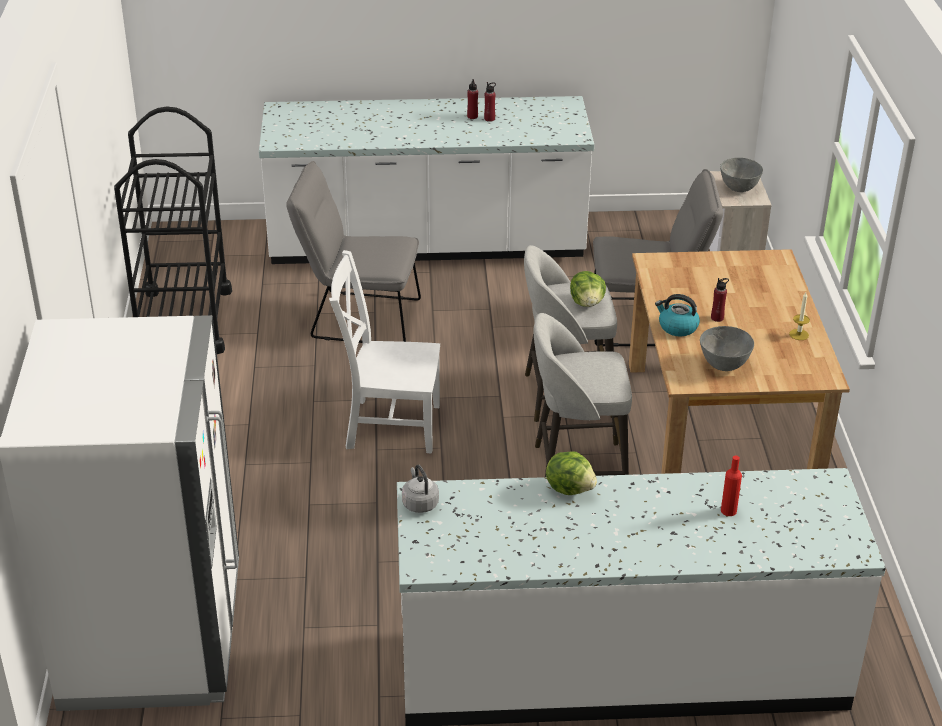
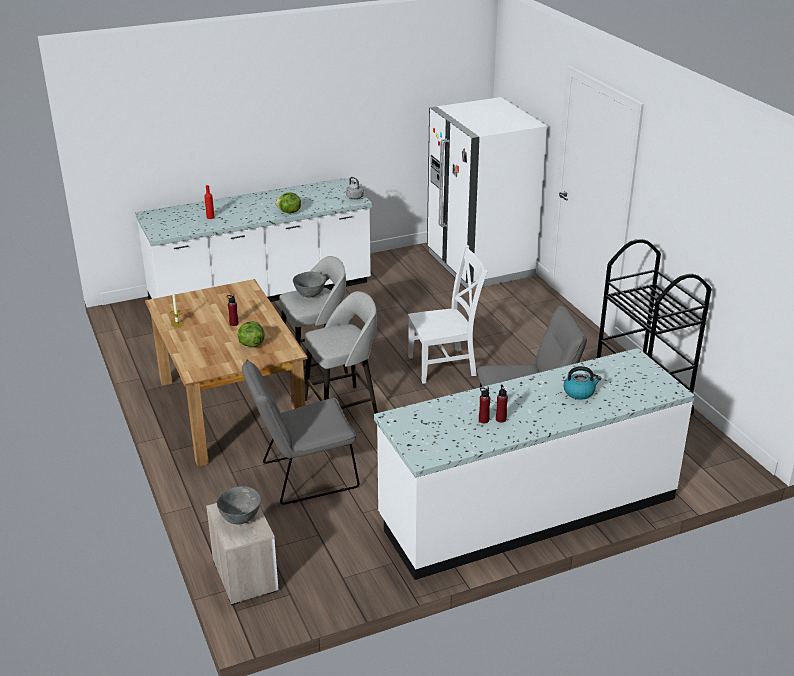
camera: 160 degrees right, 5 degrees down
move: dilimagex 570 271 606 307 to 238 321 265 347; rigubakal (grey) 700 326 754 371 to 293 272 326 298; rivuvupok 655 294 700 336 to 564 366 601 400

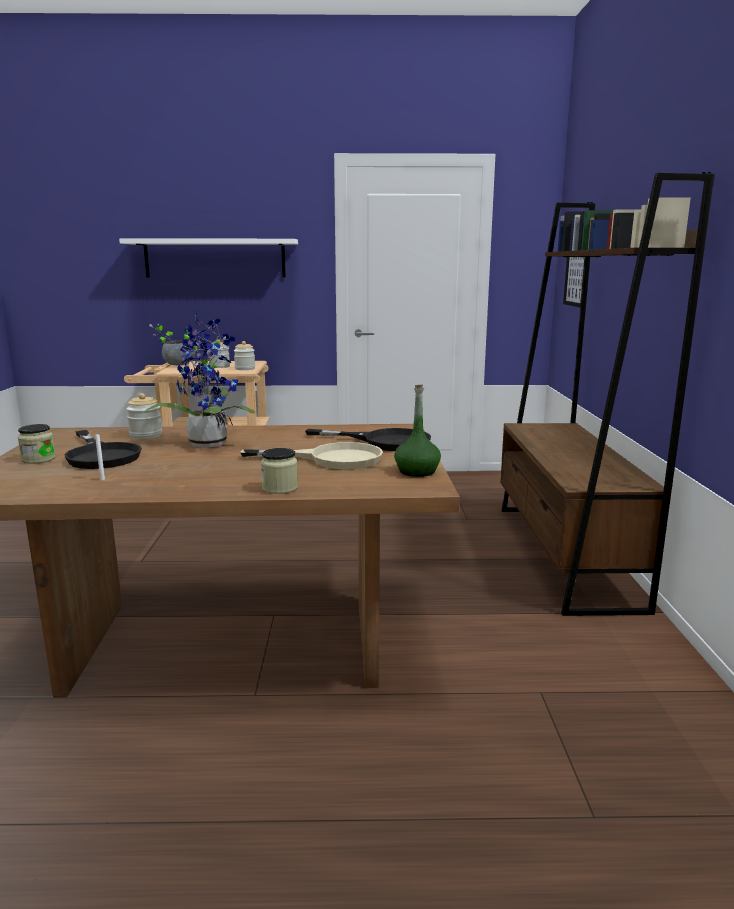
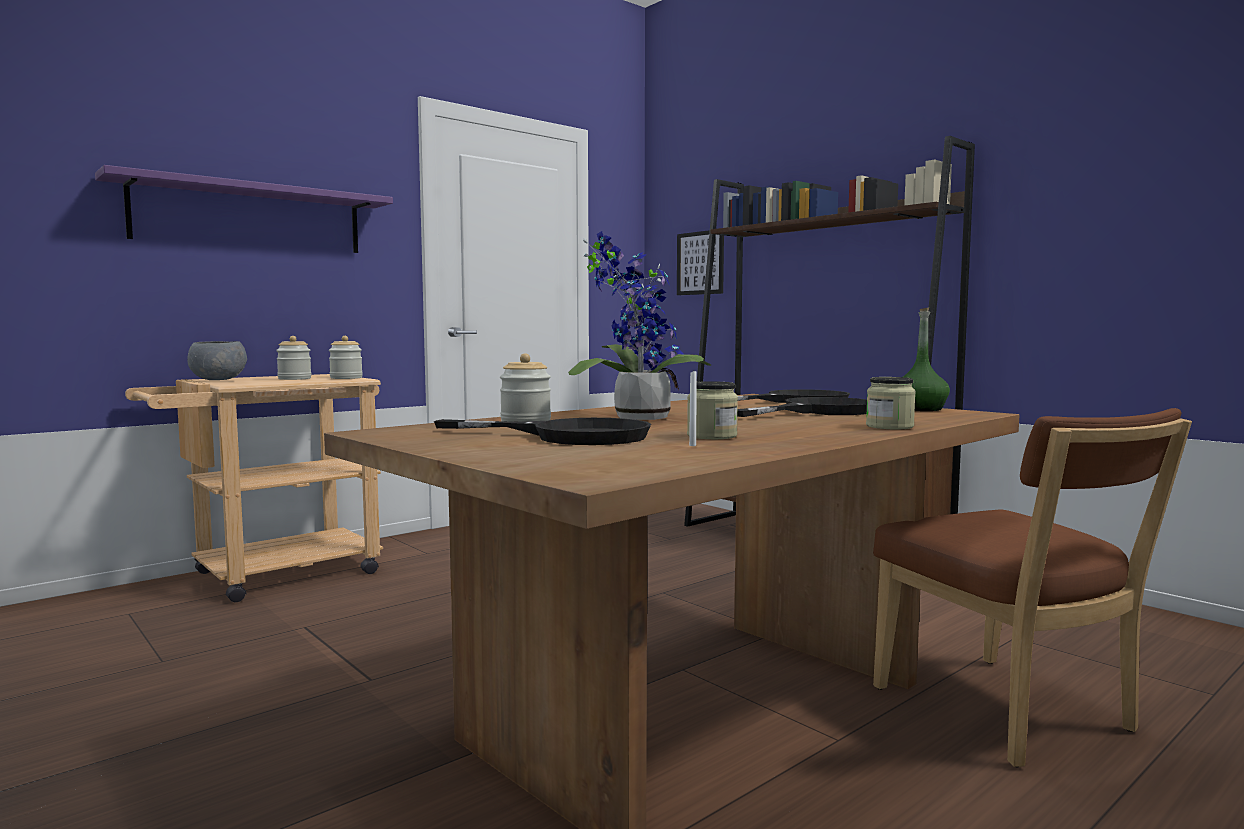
camera: 40 degrees left, 10 degrees down
insert: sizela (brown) 873 408 1192 767
move: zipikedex 18 424 56 464 to 687 381 738 439
recolor: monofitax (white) 119 239 298 277 to monofitax (purple) 95 165 393 253; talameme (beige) 240 442 383 469 to talameme (black) 737 397 867 417

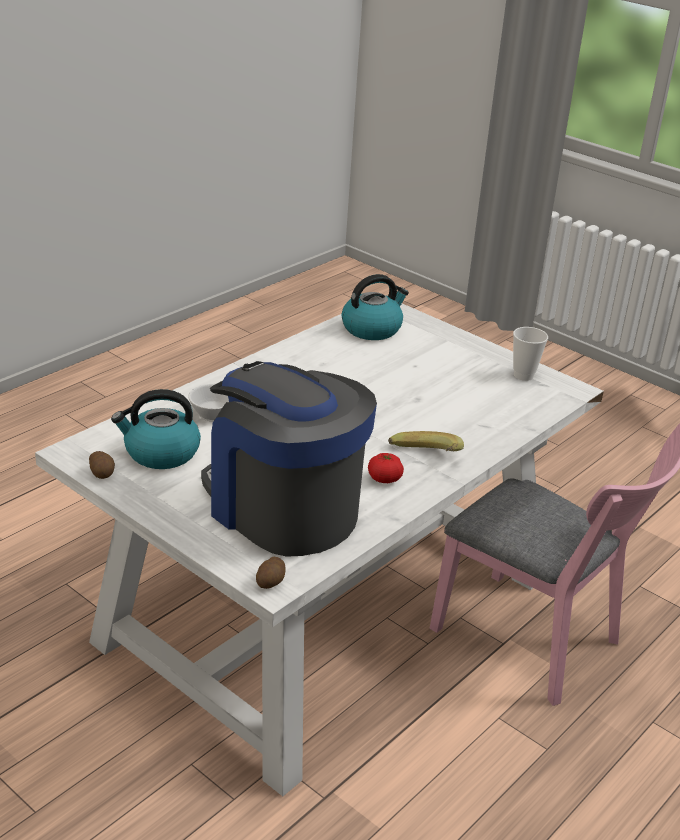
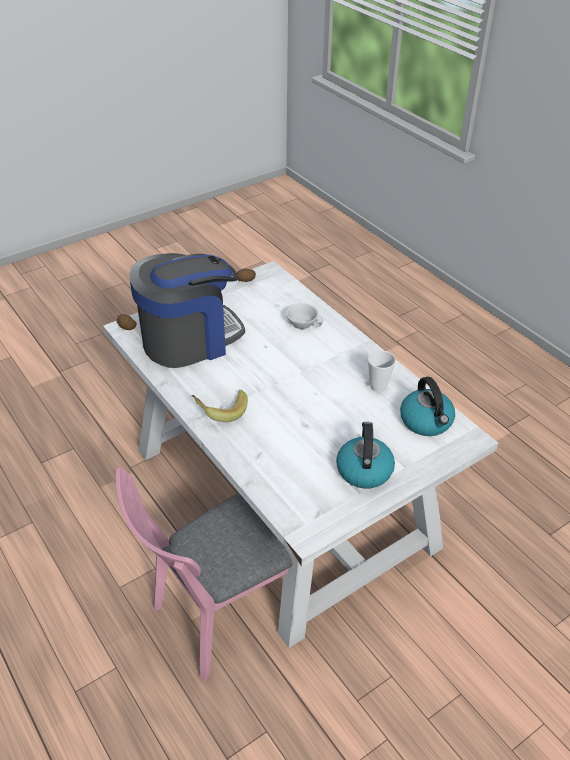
camera: 105 degrees right, 10 degrees up
delete: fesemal 368 453 404 483
move: rivuvupok 111 389 201 469 to 336 422 395 489; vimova 513 327 548 381 to 368 350 396 392

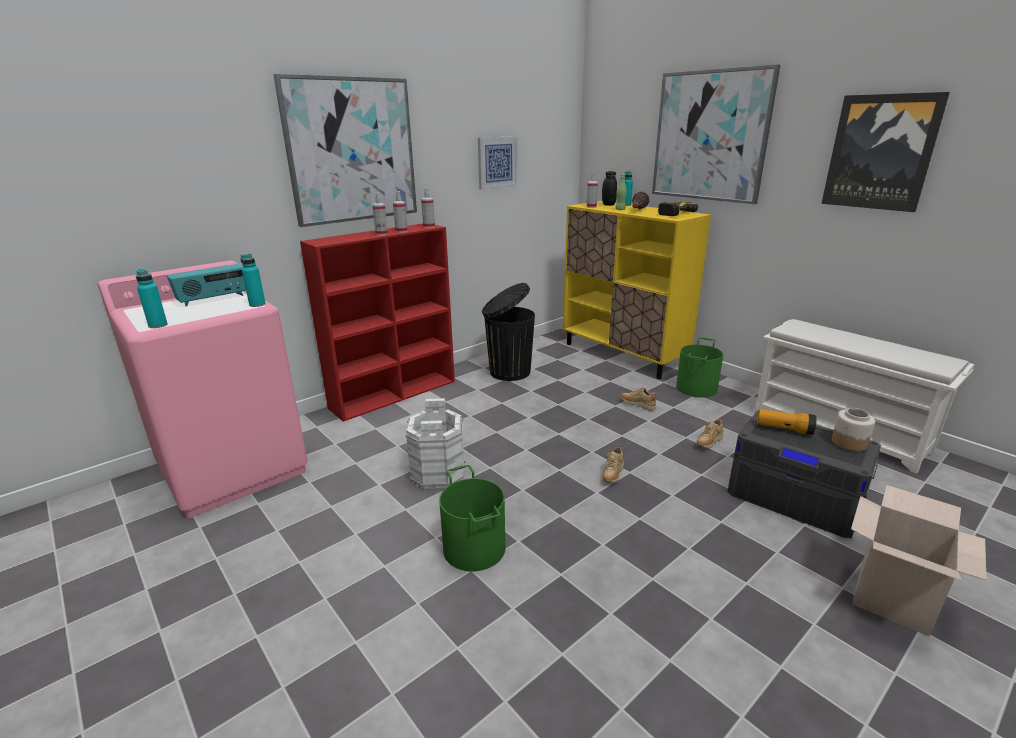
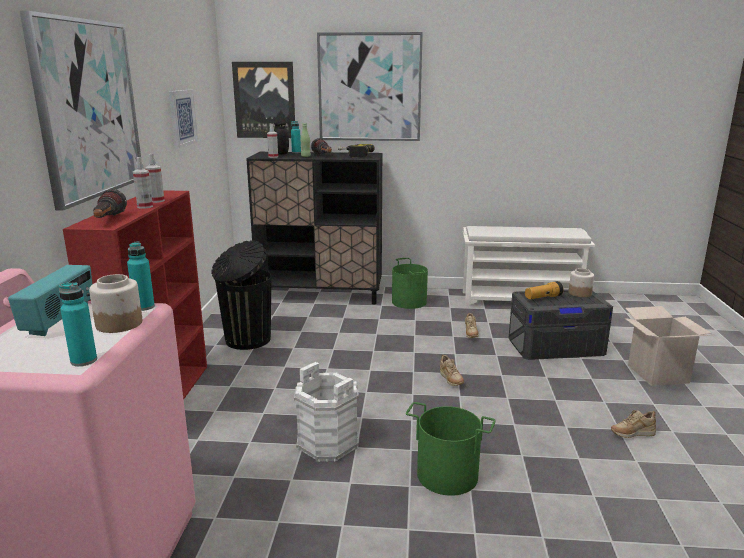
camera: 45 degrees left, 5 degrees down
delete: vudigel 421 188 435 228
insert: zipikedex 89 274 142 333; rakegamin 93 189 127 218
move: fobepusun 821 92 950 212 to 232 62 295 138; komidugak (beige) 621 387 656 411 to 611 410 656 438
recolor: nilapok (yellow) 563 201 711 379 to nilapok (black) 246 152 383 304

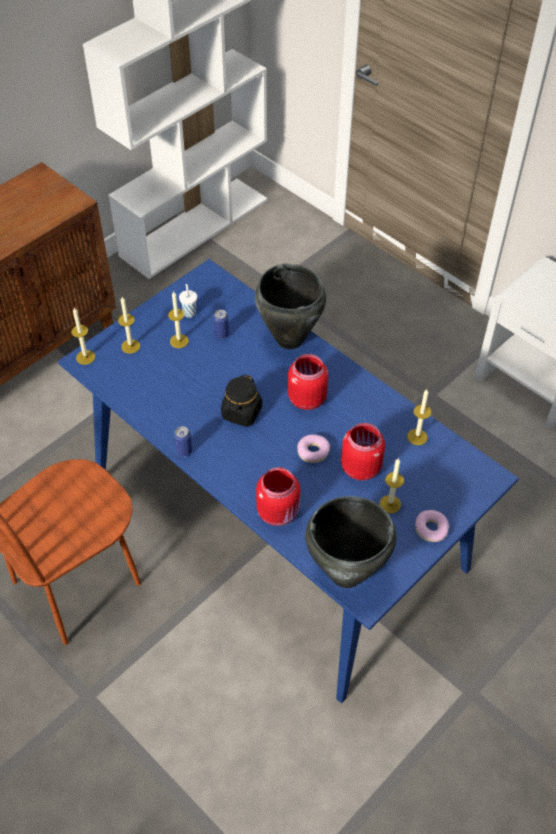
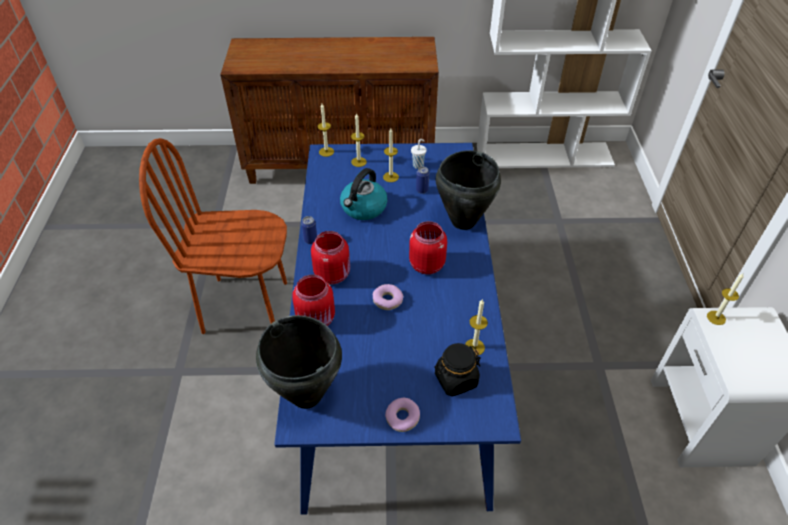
camera: 45 degrees right, 5 degrees down
insert: rivuvupok 340 168 388 220
move: zipikedex (red) 341 423 385 480 to 311 231 350 285; zipikedex (black) 221 374 262 427 to 434 343 481 397; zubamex 380 458 404 513 to 707 274 744 325

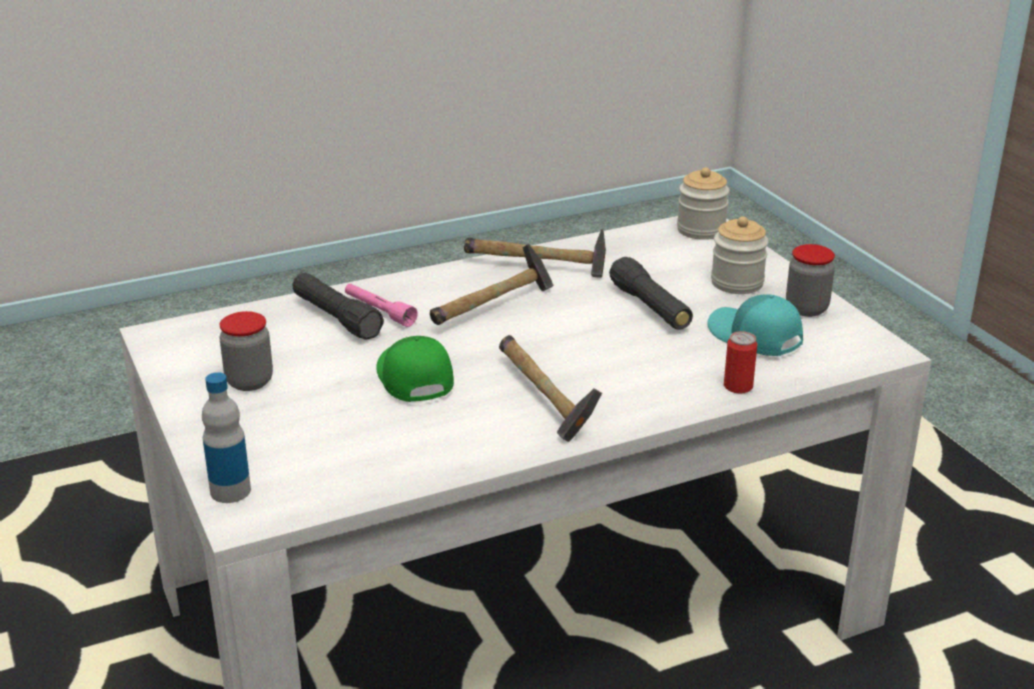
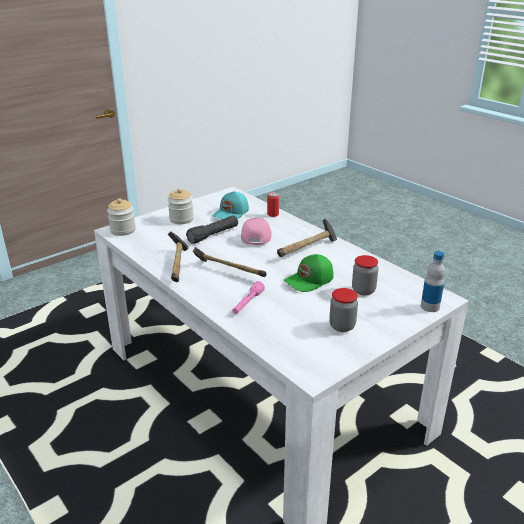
camera: 105 degrees left, 0 degrees up
delete: rakegamin (black) 292 273 384 339
insert: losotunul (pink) 241 218 272 245
move: zipikedex 786 244 835 317 to 352 255 378 295

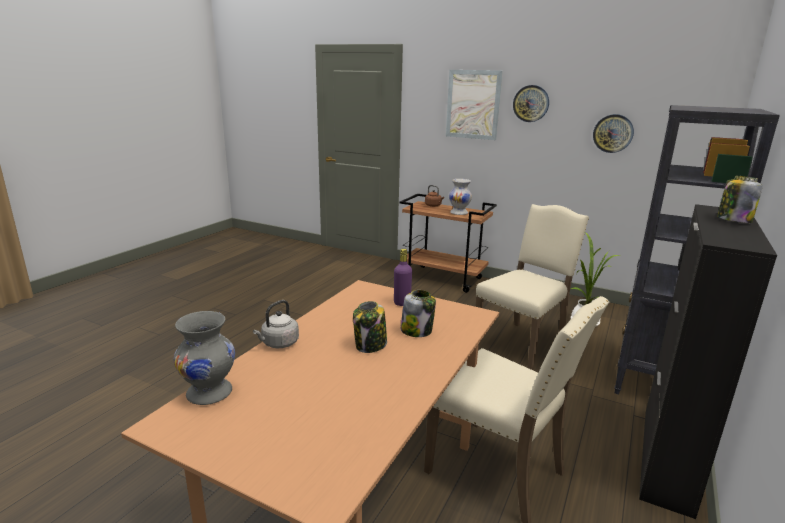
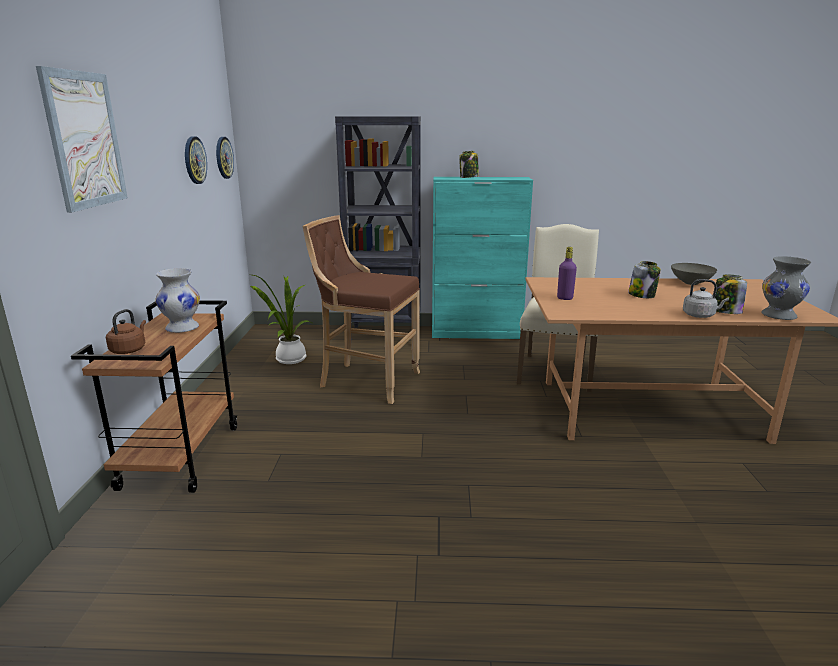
camera: 115 degrees left, 0 degrees up
insert: rigubakal (grey) 671 263 717 285
move: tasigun 513 85 549 122 to 216 137 234 179; zipikedex 401 290 436 337 to 715 274 747 314
replace: sizela (beige) 475 204 589 370 to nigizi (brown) 303 215 420 404
recolor: nilapok (black) 639 204 777 519 to nilapok (turquoise) 432 177 533 339

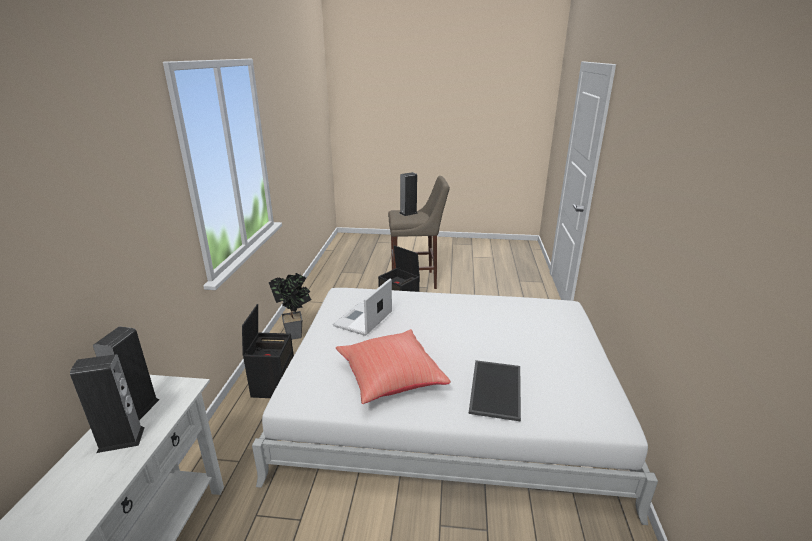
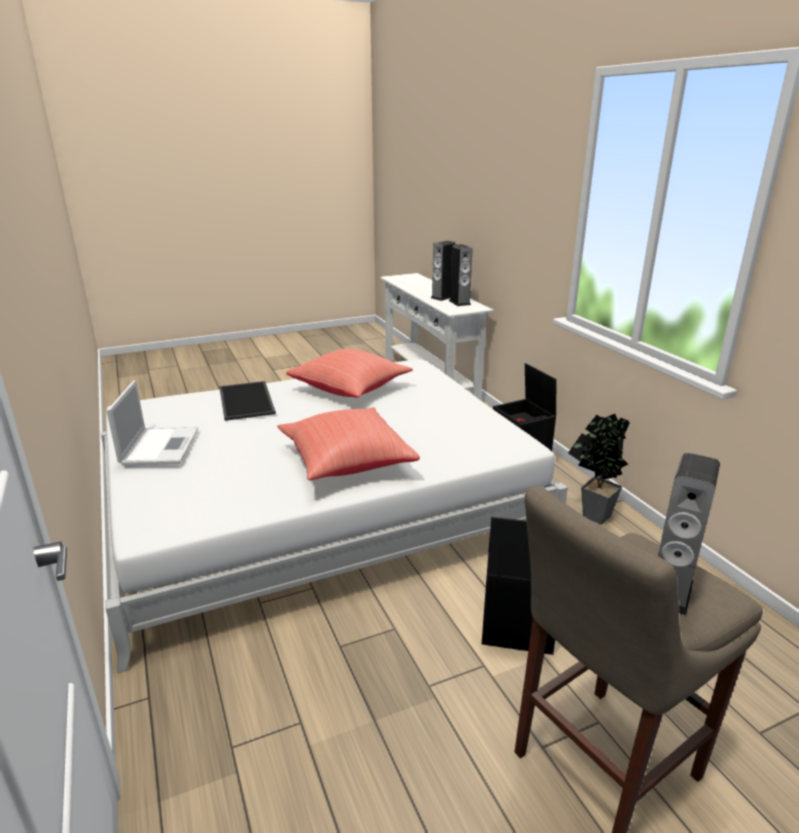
camera: 150 degrees right, 0 degrees up
insert: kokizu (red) 277 407 420 480
move: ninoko 333 279 392 336 to 107 380 198 465

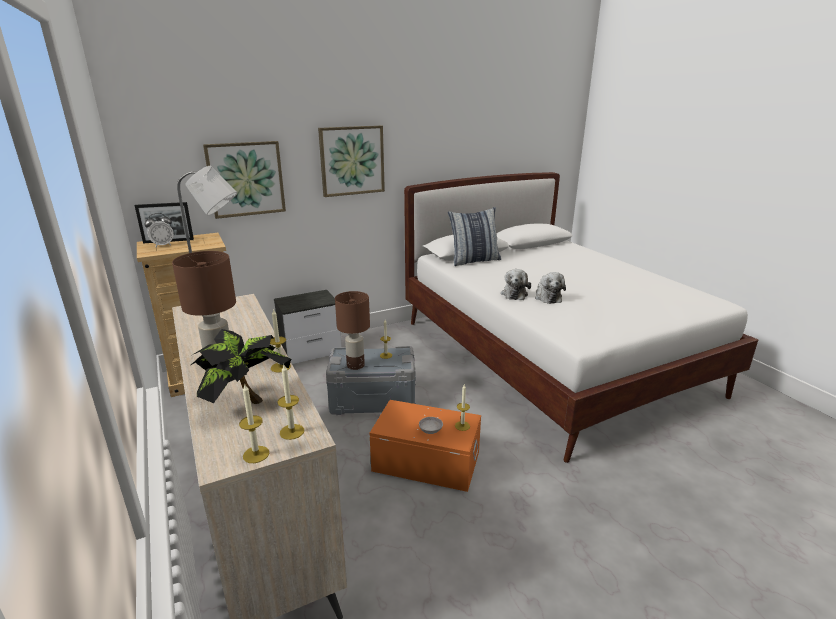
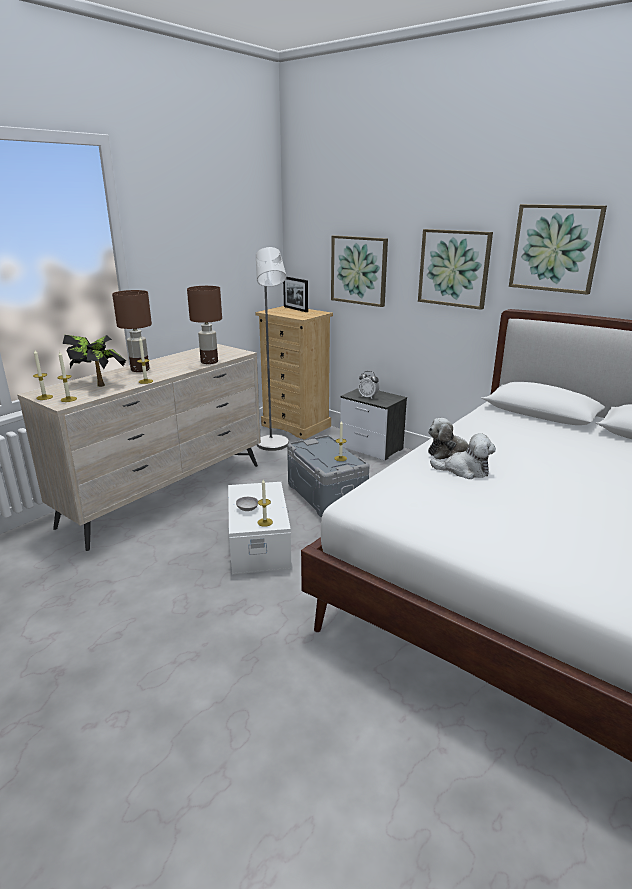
camera: 65 degrees right, 0 degrees up
delete: kokizu 448 207 501 266
insert: fobepusun 509 204 607 295
move: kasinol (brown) 335 291 370 370 to 187 286 222 364; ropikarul 144 213 174 247 to 358 371 379 399
recolor: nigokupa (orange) 370 400 481 492 to nigokupa (white) 228 482 291 574
rotate: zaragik 535 272 566 304 = 430 433 496 479 135 degrees counterclockwise

